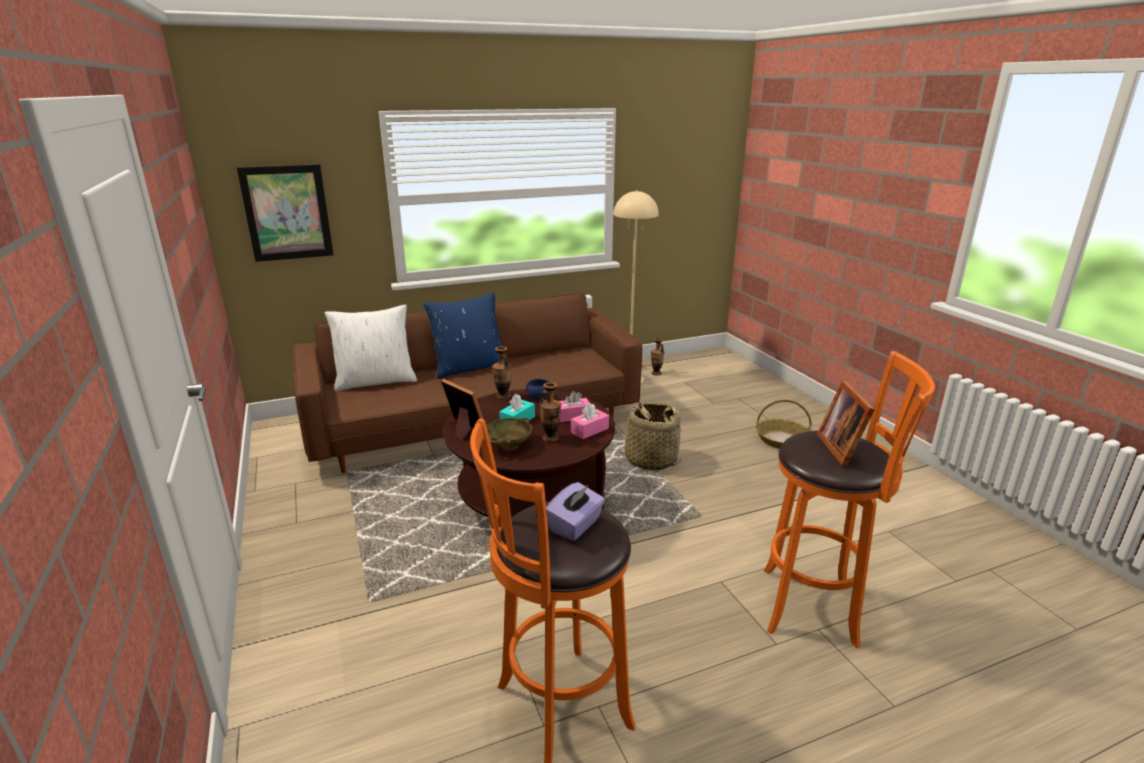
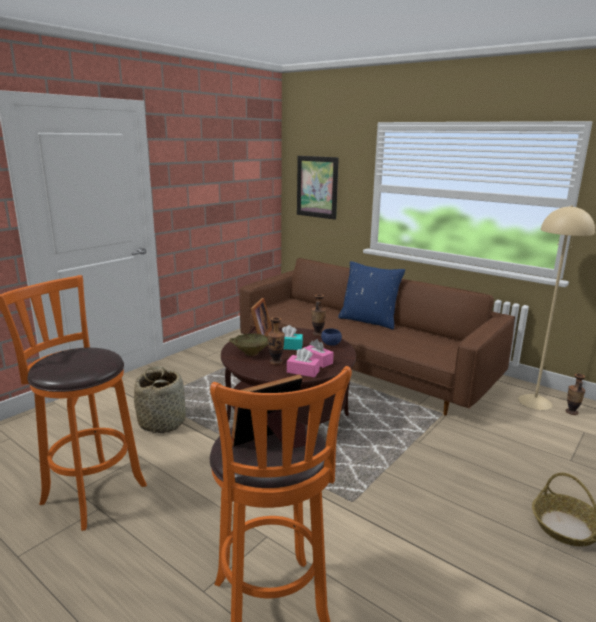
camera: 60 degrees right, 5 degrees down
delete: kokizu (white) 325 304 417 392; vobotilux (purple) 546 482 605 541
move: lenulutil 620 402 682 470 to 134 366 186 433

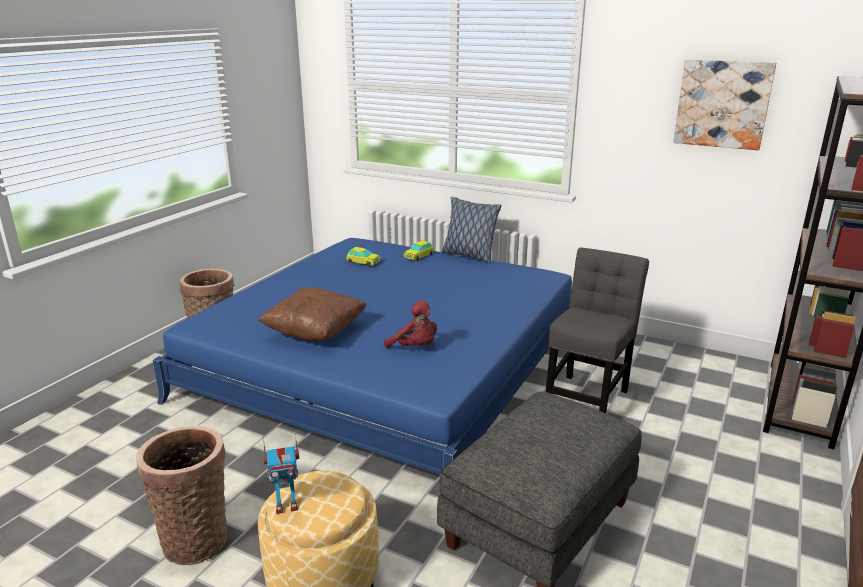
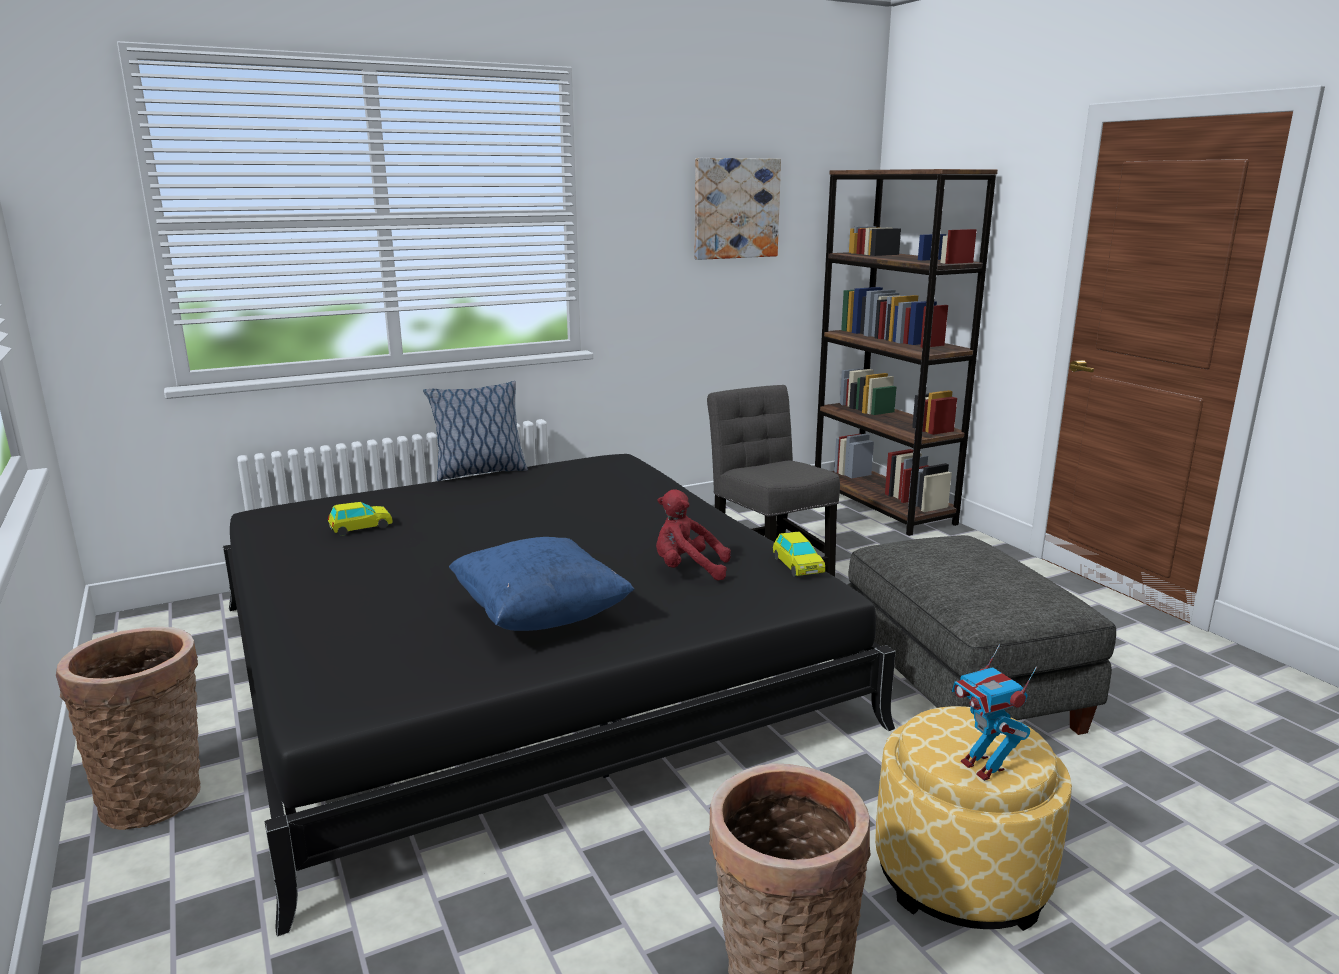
camera: 55 degrees left, 5 degrees down
move: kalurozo 404 240 434 261 to 773 531 825 577
recolor: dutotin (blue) 153 238 572 475 to dutotin (black) 223 454 896 936; kokizu (brown) 258 287 367 341 to kokizu (blue) 449 537 635 631
rotate: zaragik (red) 384 301 437 349 = 656 490 731 581 150 degrees counterclockwise; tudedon 263 433 299 514 = 952 644 1037 781 135 degrees clockwise

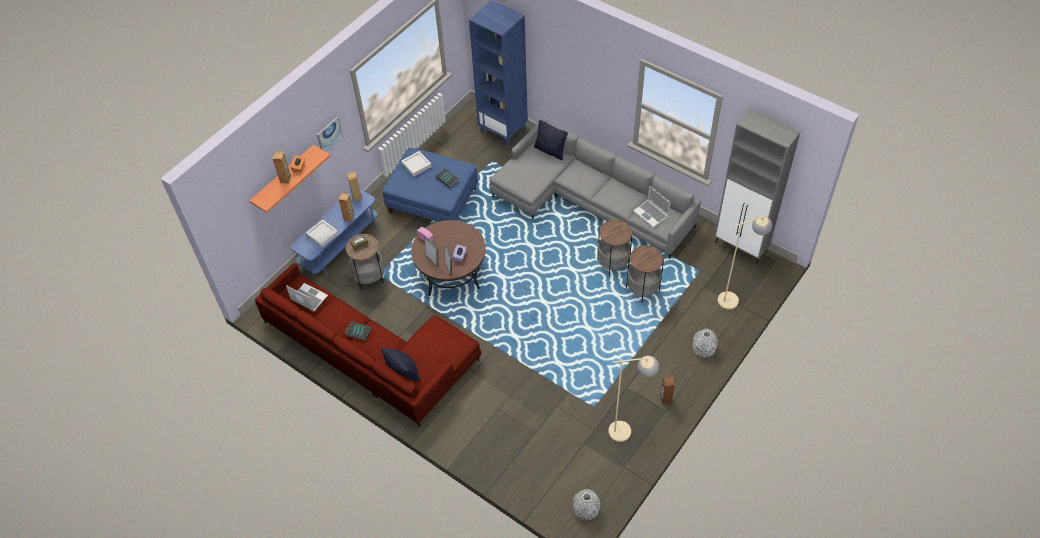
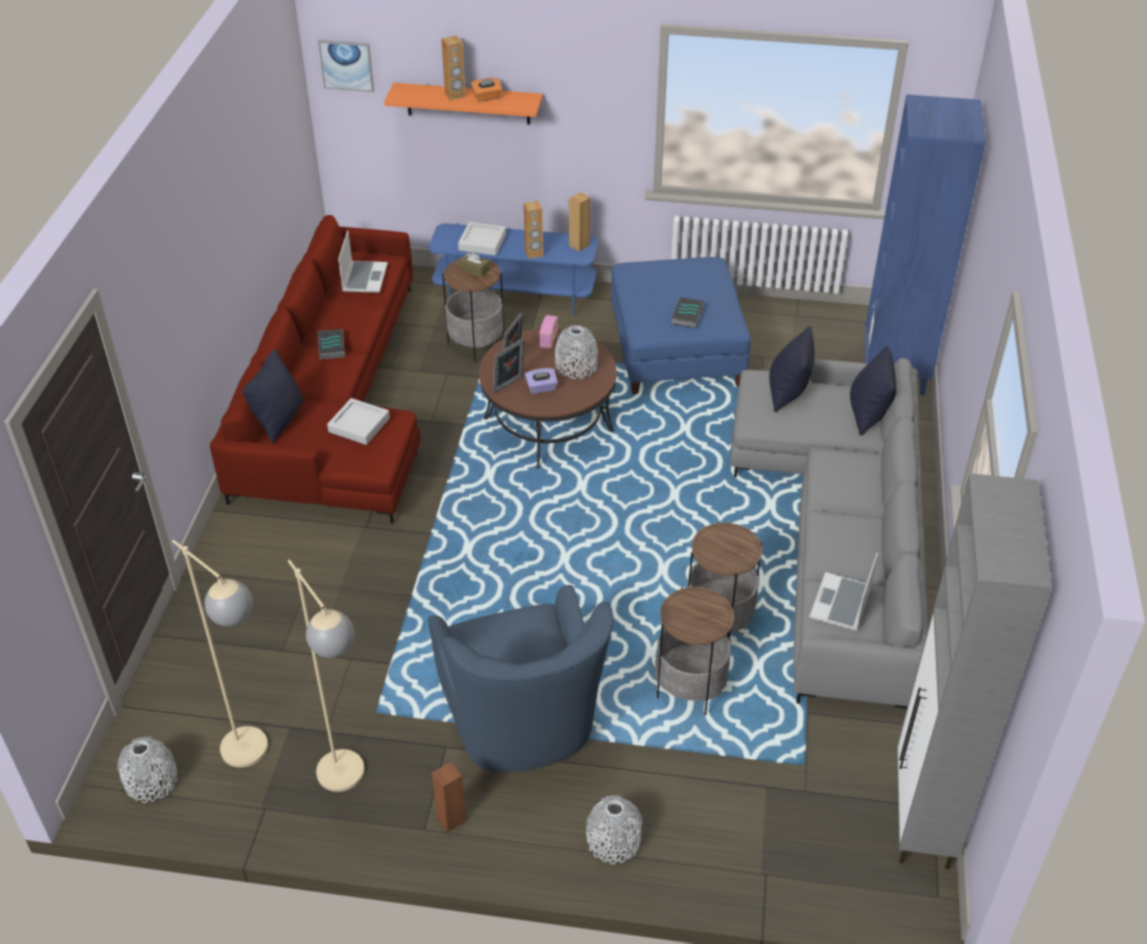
camera: 60 degrees right, 10 degrees down
insert: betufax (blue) 428 585 613 772; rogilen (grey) 555 325 598 379; kokizu (black) 769 326 814 412
move: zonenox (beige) 718 216 772 310 to 172 540 268 768; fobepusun 317 117 343 153 to 318 40 374 92; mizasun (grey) 401 151 432 177 to 327 398 390 445

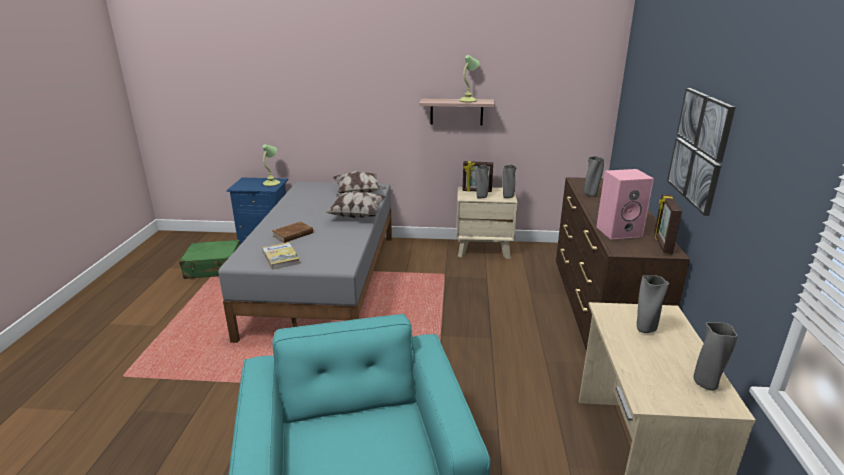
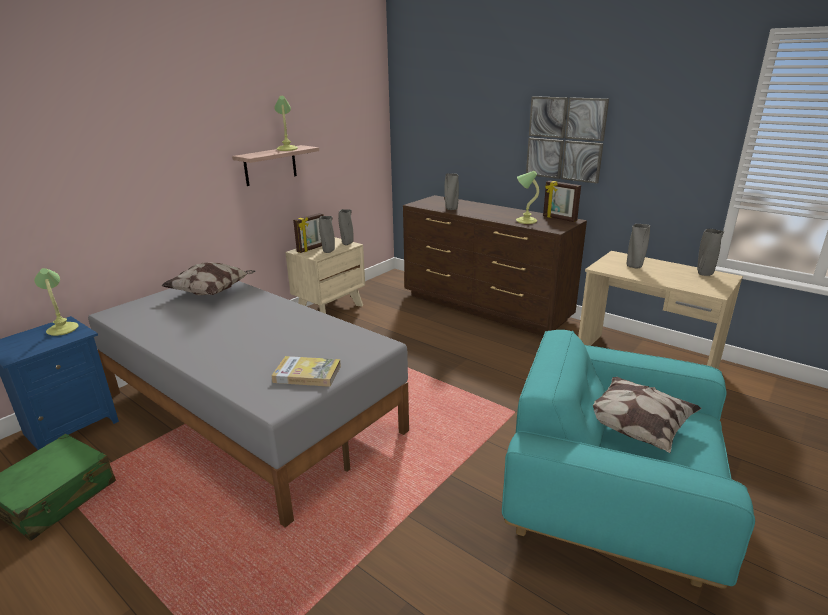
camera: 55 degrees left, 0 degrees up
delete: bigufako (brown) 272 222 315 243
move: kokizu 324 191 386 218 to 593 377 701 453
replace: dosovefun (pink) 596 169 654 239 to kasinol 516 171 539 224

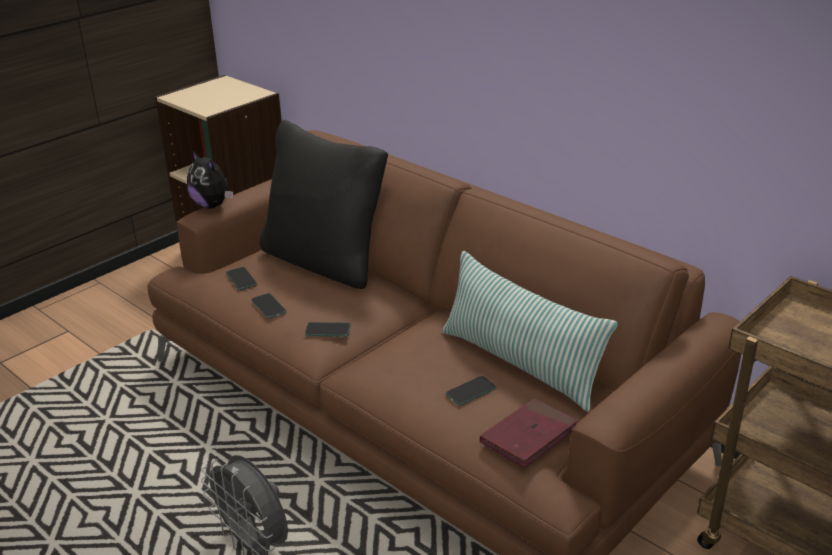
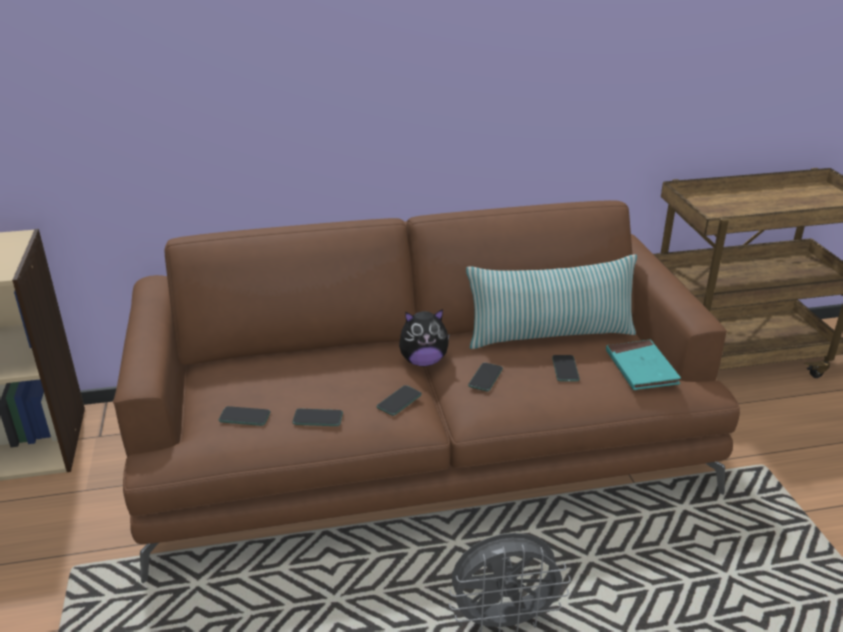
camera: 55 degrees left, 0 degrees up
delete: kokizu (black) 260 120 388 289
insert: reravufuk 468 362 503 391
move: zaragik 187 151 234 208 to 399 309 450 366
recolor: bigufako (red) 480 398 579 468 to bigufako (turquoise) 606 340 681 390

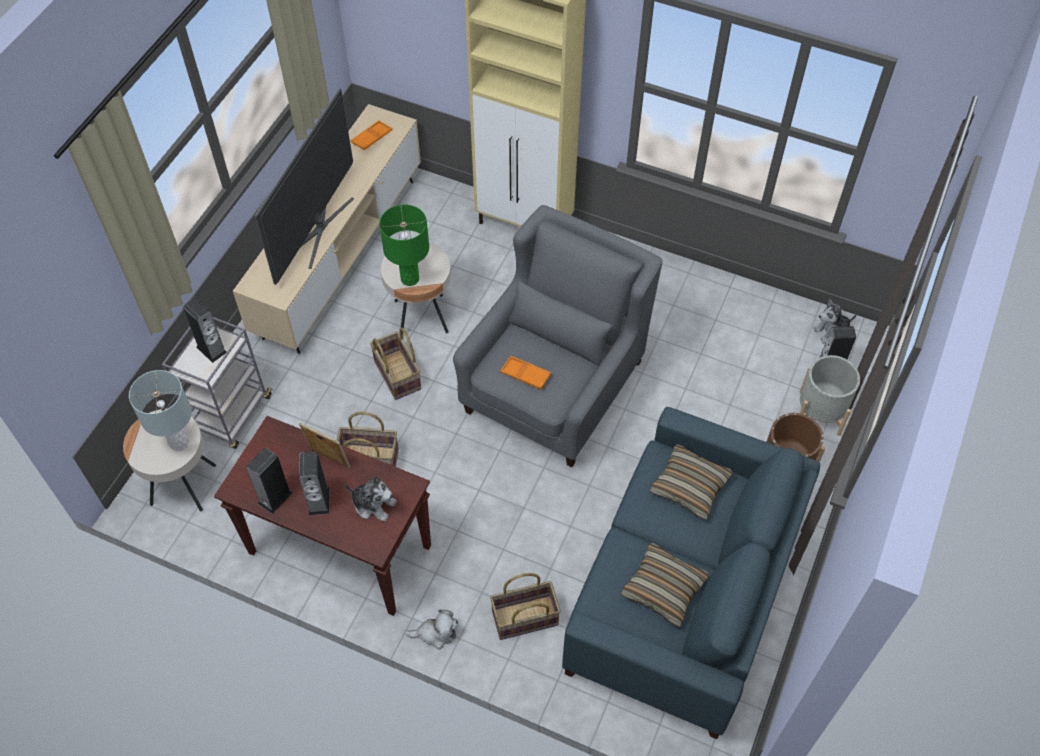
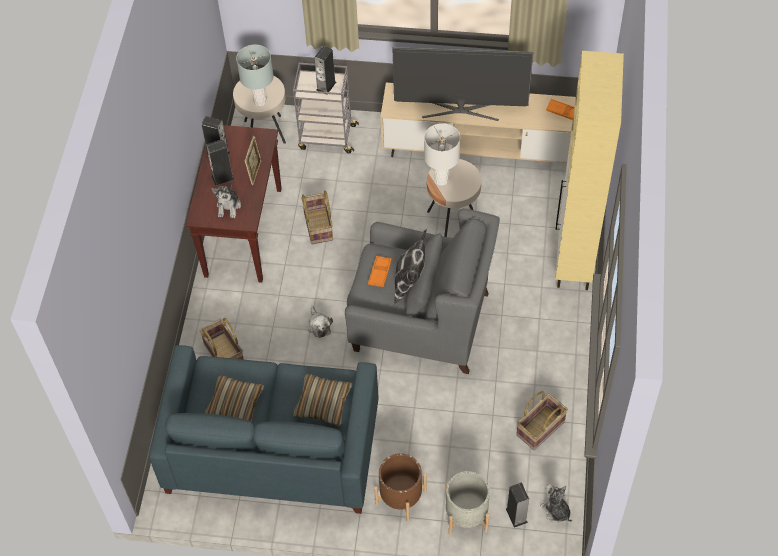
camera: 75 degrees right, 0 degrees up
insert: kokizu 394 229 427 304
move: zaragik 404 609 458 649 to 308 306 333 338; lenulutil 370 328 421 400 to 516 391 568 450
recolor: kasinol (green) 379 204 429 286 to kasinol (white) 424 123 460 186

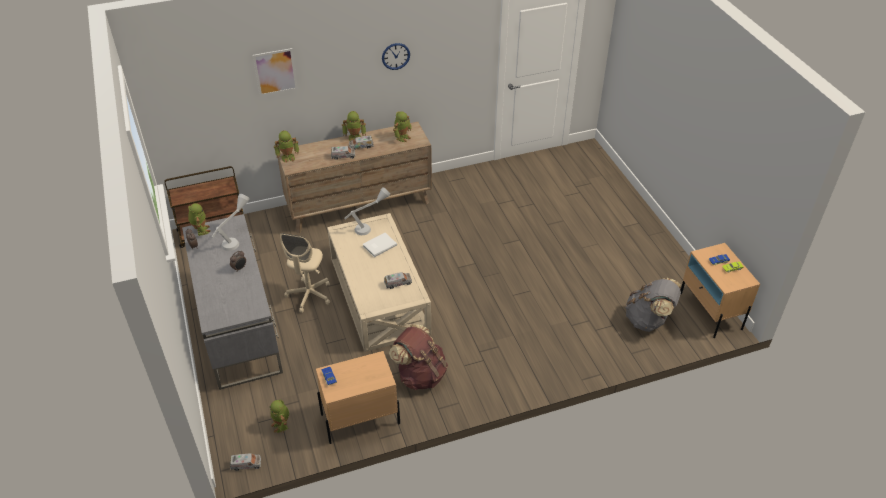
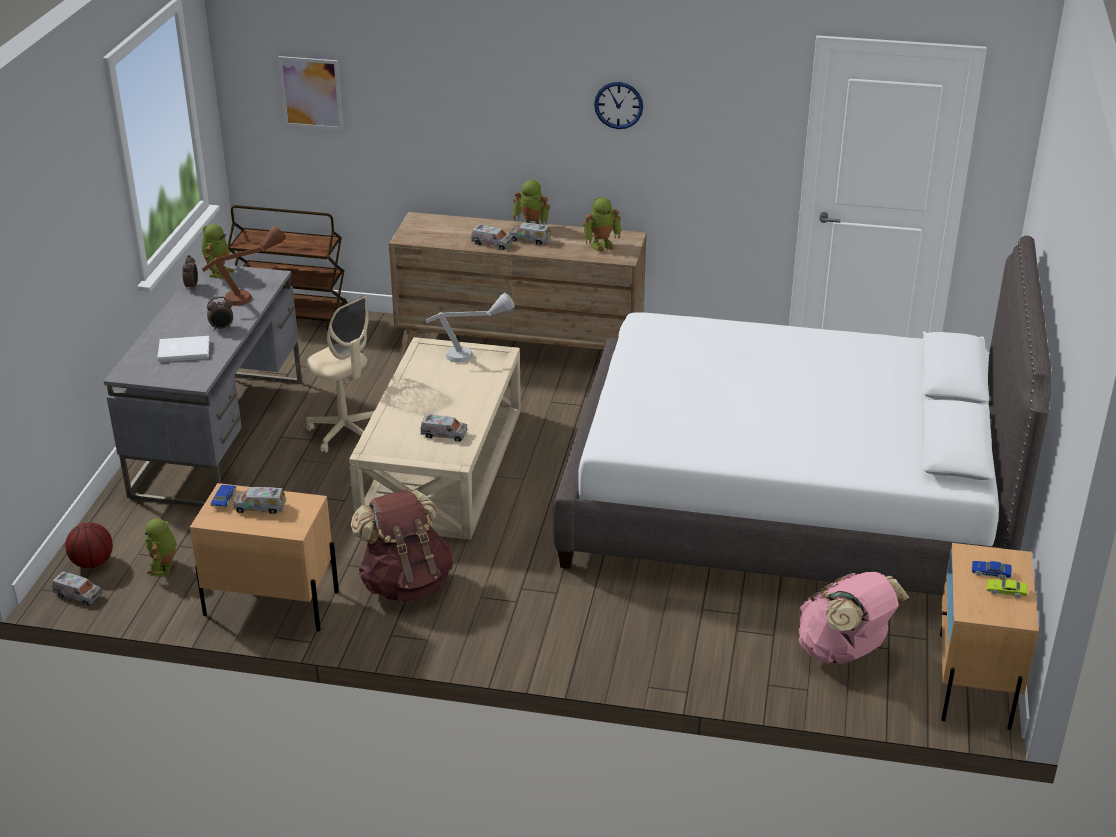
camera: 30 degrees right, 10 degrees down
delete: tudedon 274 130 299 162
insert: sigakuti 65 523 113 568; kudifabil 233 487 286 514; dutotin (white) 553 236 1052 595
move: bigufako (white) 363 233 397 257 to 157 336 210 362; fobepusun 253 48 298 96 to 278 56 343 130
recolor: kasinol (grey) 212 194 250 251 to kasinol (brown) 202 225 286 306; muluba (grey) 625 278 681 332 to muluba (pink) 798 572 910 664
rotate: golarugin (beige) 280 233 330 313 = 306 295 374 453 90 degrees counterclockwise

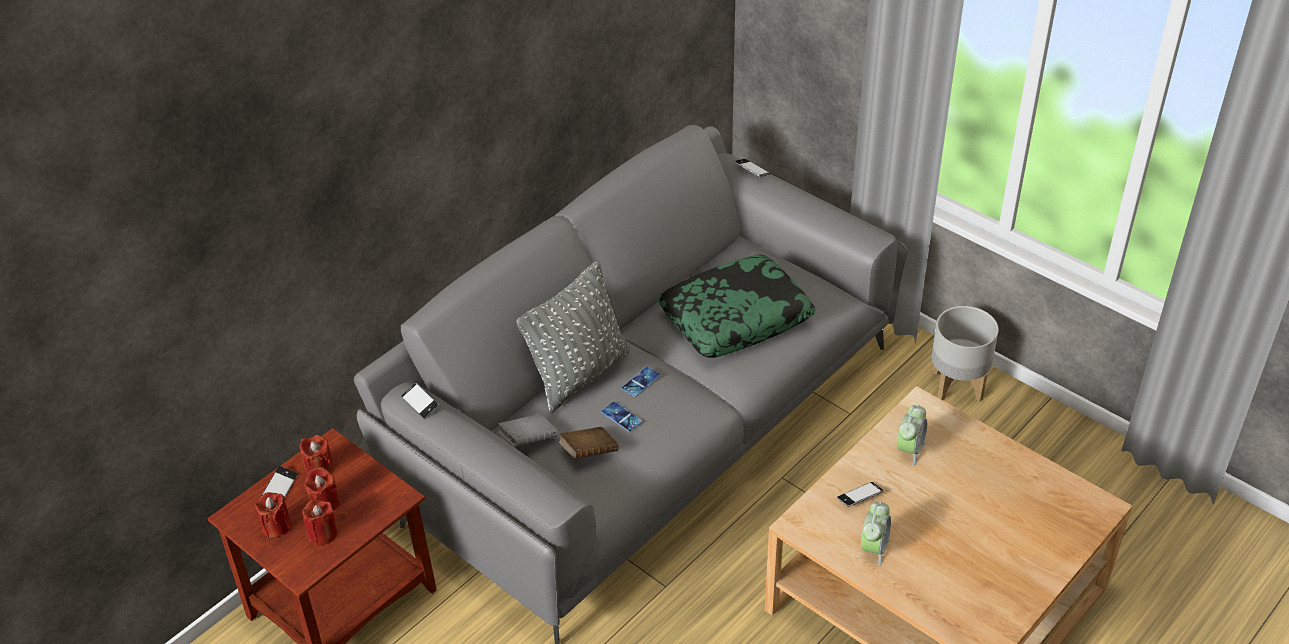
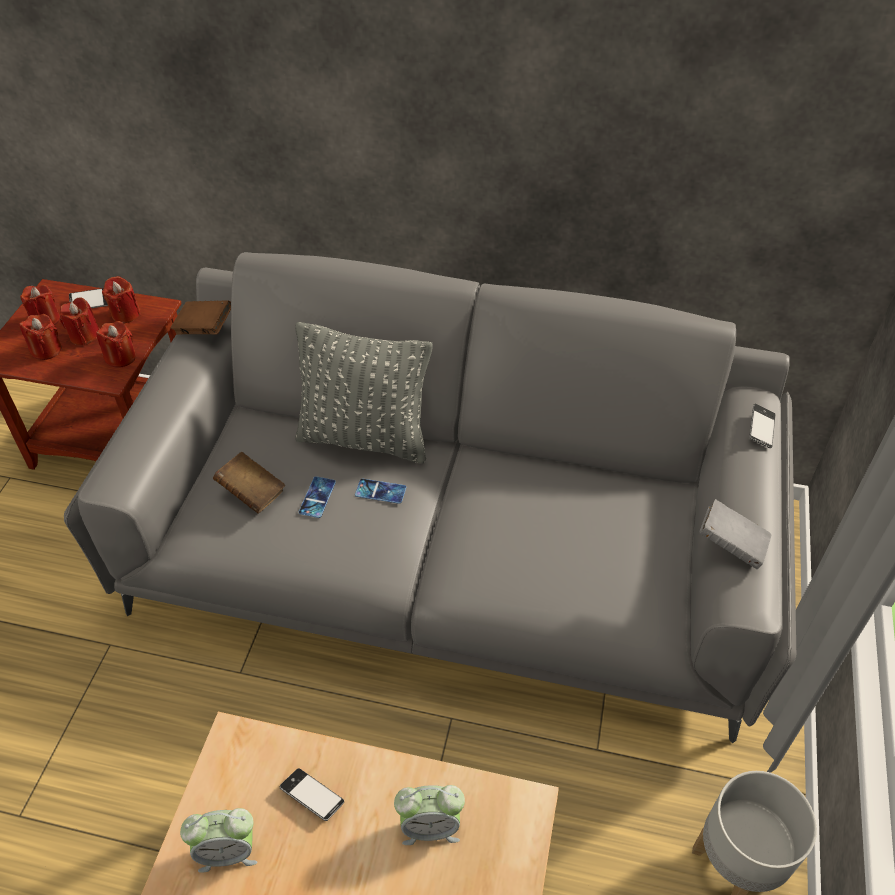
camera: 60 degrees right, 5 degrees up
delete: kokizu 658 255 815 358
insert: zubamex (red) 96 321 136 367
move: bigufako (grey) 498 414 558 446 to 699 499 771 570
replace: reravufuk 401 383 439 419 to bigufako (brown) 171 300 231 335

